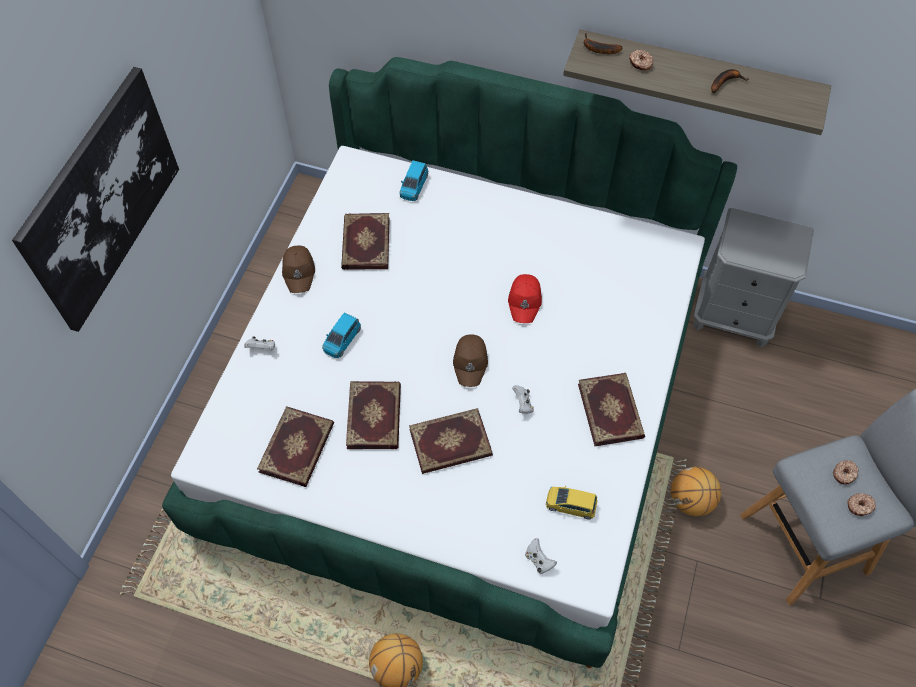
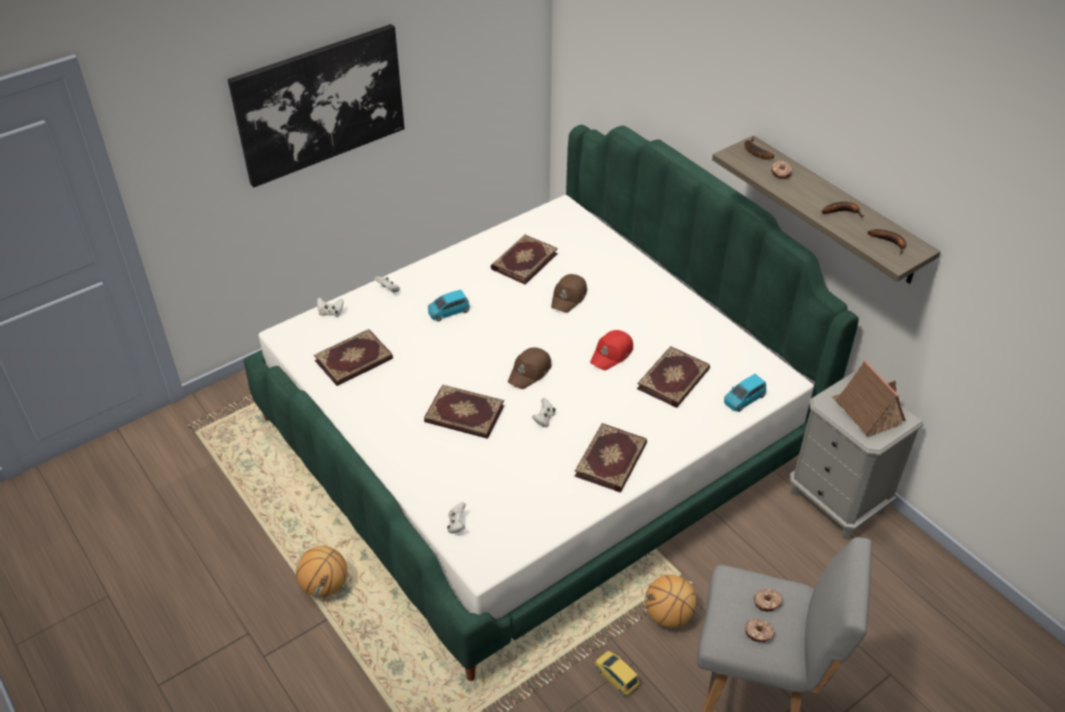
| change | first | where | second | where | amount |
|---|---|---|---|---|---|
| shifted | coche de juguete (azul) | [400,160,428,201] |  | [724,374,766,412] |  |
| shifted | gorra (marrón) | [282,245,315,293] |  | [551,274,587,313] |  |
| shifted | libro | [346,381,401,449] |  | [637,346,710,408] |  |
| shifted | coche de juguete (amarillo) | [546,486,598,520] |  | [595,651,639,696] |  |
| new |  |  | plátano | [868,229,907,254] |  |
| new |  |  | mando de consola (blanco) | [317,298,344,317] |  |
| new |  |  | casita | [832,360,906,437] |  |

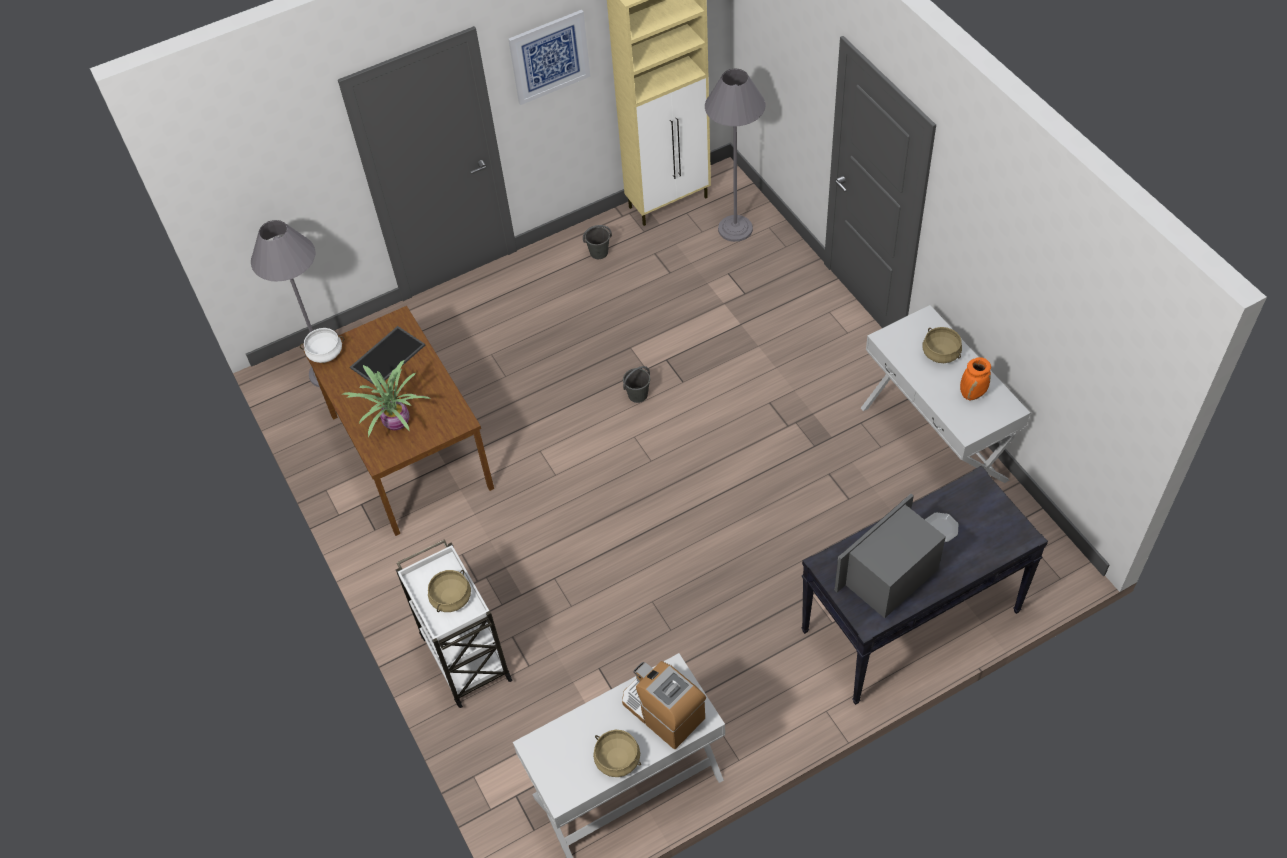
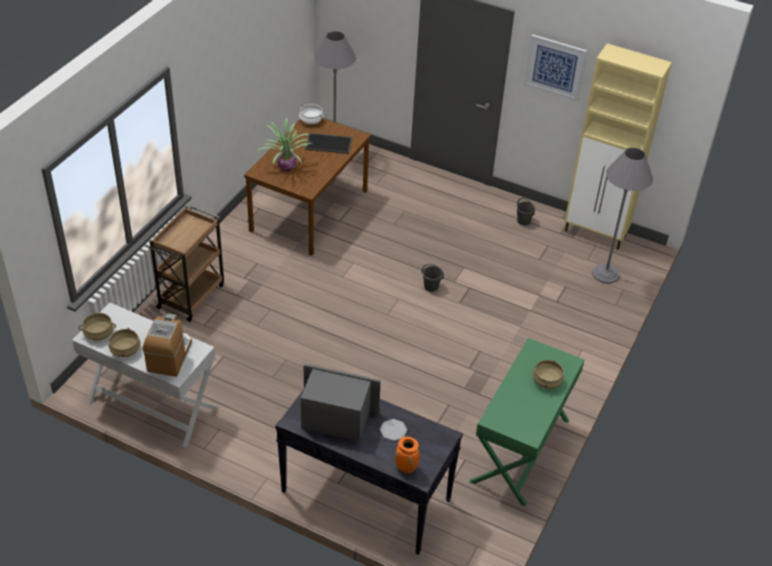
| change | first | where | second | where | amount |
|---|---|---|---|---|---|
| repainted | mesa consola (blanco) | [861,305,1030,483] | mesa consola (verde) | [470,338,584,507] |  |
| shifted | florero (naranja) | [960,357,991,400] |  | [395,436,420,473] |  |
| repainted | carrito (blanco) | [396,539,513,708] | carrito (marrón) | [149,206,224,322] |  |
| shifted | olla (beis) | [428,570,471,612] |  | [79,313,116,341] |  |

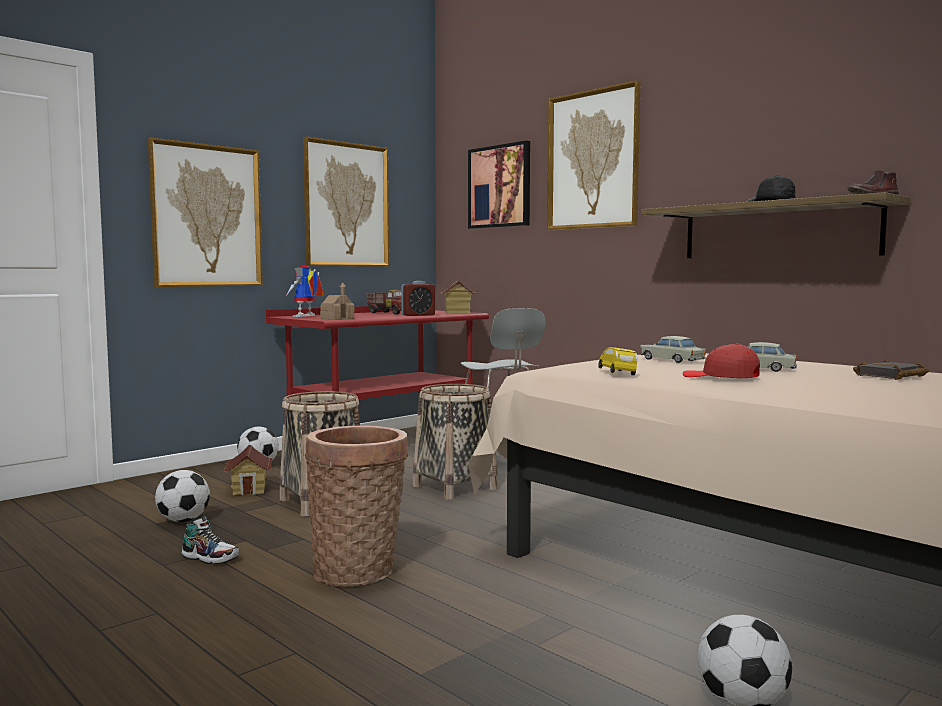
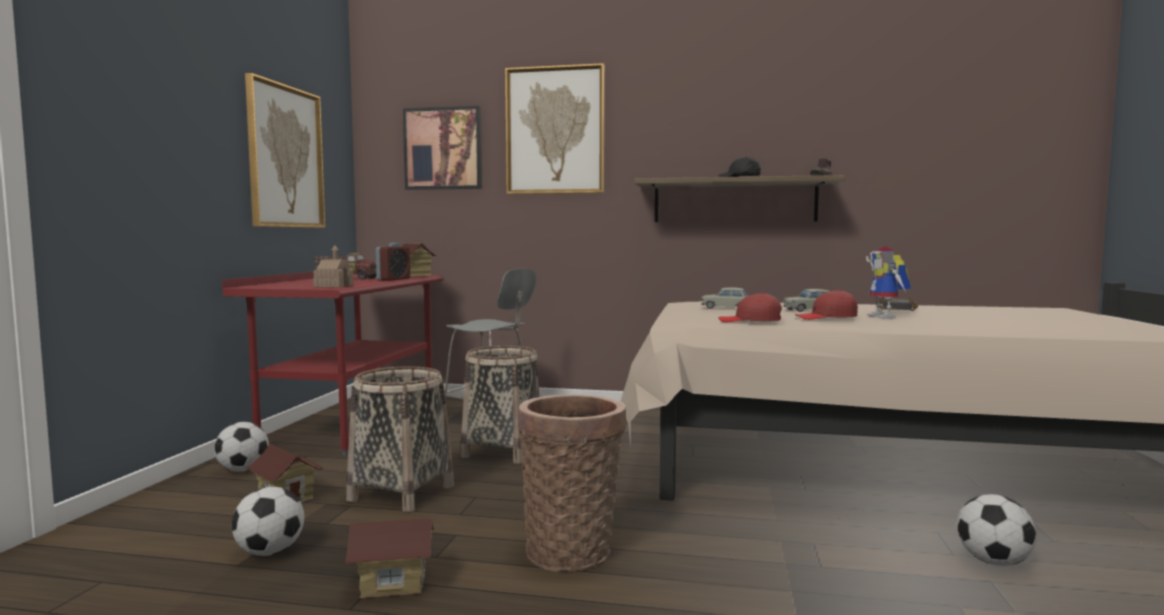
| change | first | where | second | where | amount |
|---|---|---|---|---|---|
| gone | cuadro | [148,138,263,287] |  |  |  |
| shifted | robot de juguete | [285,264,324,317] |  | [866,247,911,319] |  |
| swapped | coche de juguete (amarillo) | [598,347,638,376] | gorra (rojo) | [718,293,782,322] |  |
| swapped | zapato | [182,516,239,564] | casita | [345,518,434,598] |  |

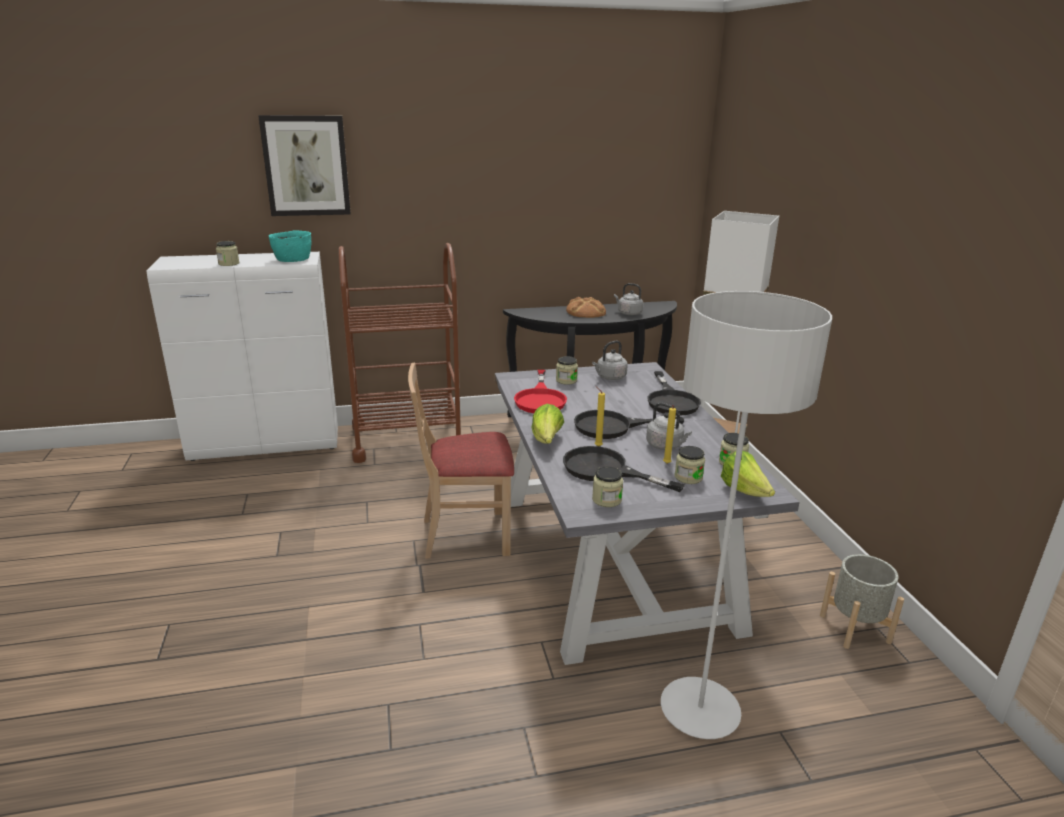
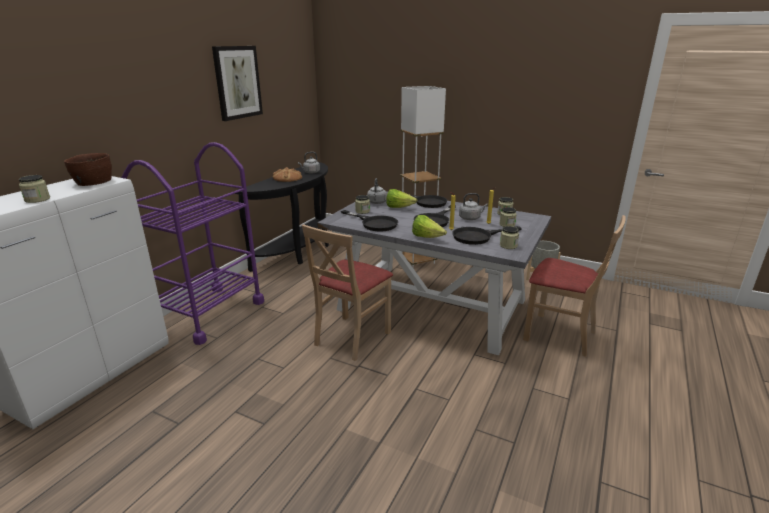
| change | first | where | second | where | amount |
|---|---|---|---|---|---|
| shifted | cuadro | [258,115,351,216] |  | [212,46,263,121] |  |
| repainted | cuenco (turquesa) | [269,231,312,262] | cuenco (marrón) | [64,153,112,186] |  |
| repainted | carrito (marrón) | [338,243,461,463] | carrito (morado) | [121,142,264,345] |  |
| swapped | lámpara de pie (gris) | [661,291,832,739] | silla (beis) | [523,215,626,357] |  |
| repainted | sartén (rojo) | [514,370,567,413] | sartén (negro) | [341,210,398,231] |  |
| shifted | lechuga | [721,451,775,497] |  | [386,189,418,208] |  |

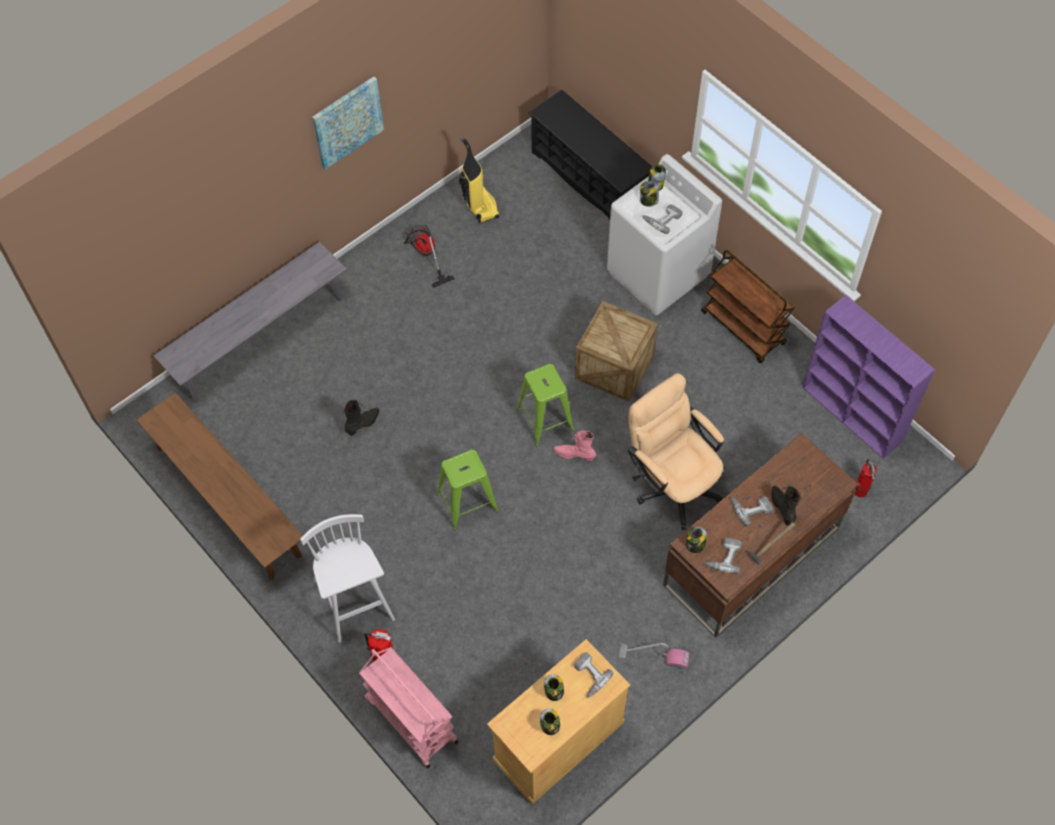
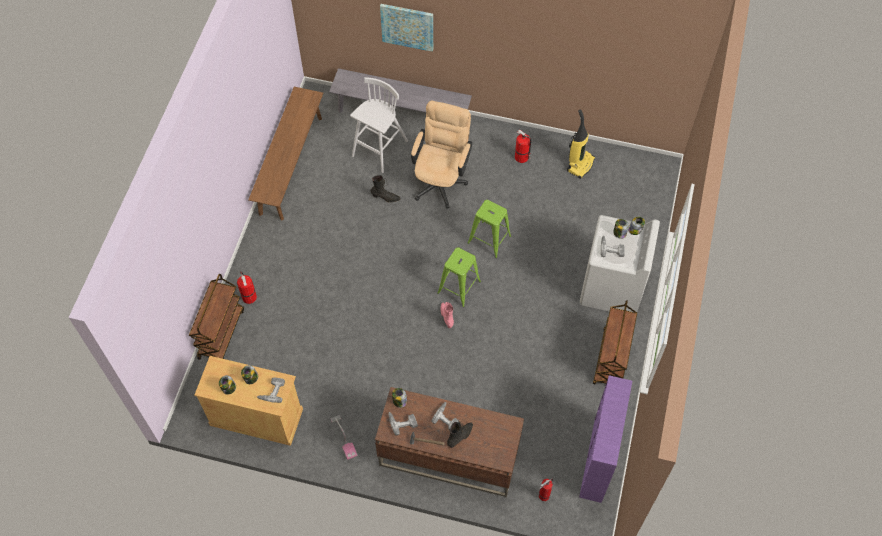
| change | first | where | second | where | amount |
|---|---|---|---|---|---|
| shifted | cuadro | [312,77,384,169] |  | [380,4,433,52] |  |
| gone | zapatero (negro) | [528,89,652,220] |  |  |  |
| swapped | aspiradora | [404,225,455,288] | extintor | [515,129,531,163] |  |
| gone | caja de embalaje | [575,301,658,402] |  |  |  |
| shifted | silla de oficina (beis) | [628,373,724,530] |  | [411,100,473,209] |  |
| shifted | taburete (verde) | [436,449,499,530] |  | [468,200,511,258] |  |
| shifted | taburete (blanco) | [300,514,395,643] |  | [350,77,408,173] |  |
| repainted | carrito (rosa) | [359,647,458,768] | carrito (marrón) | [189,274,244,360] |  |

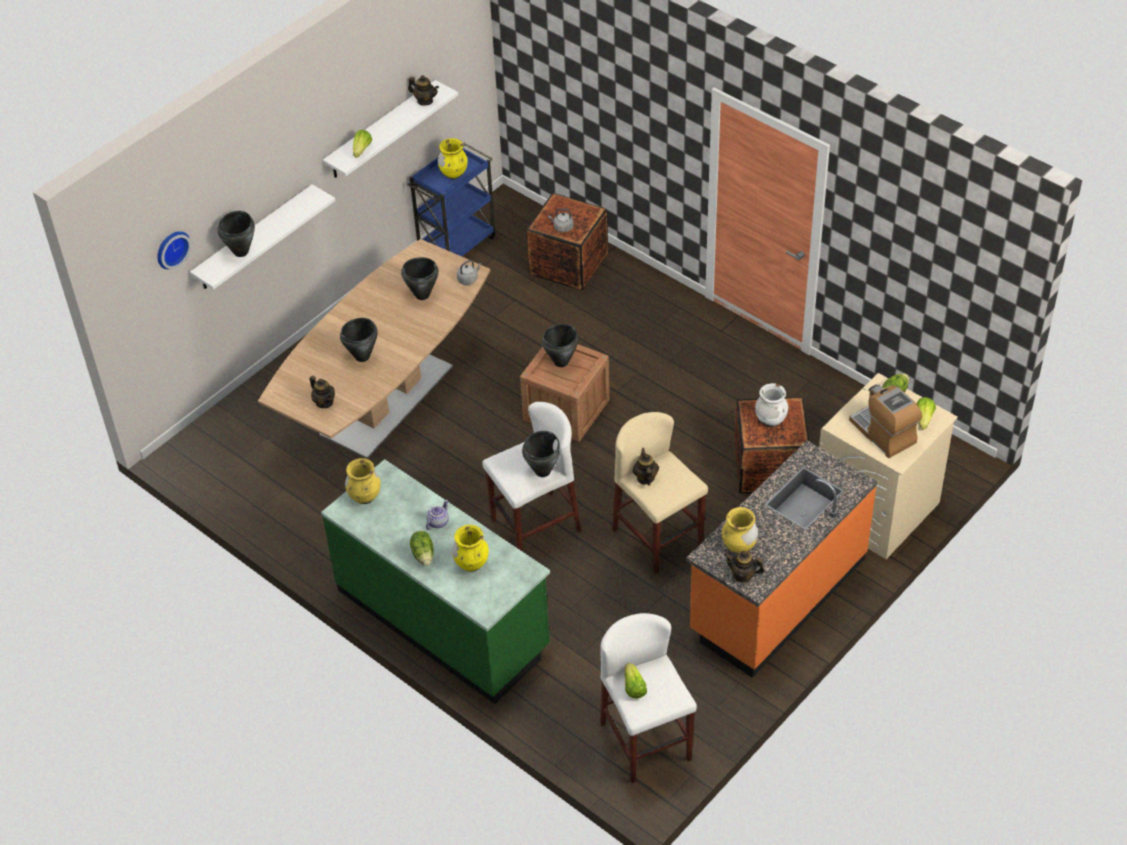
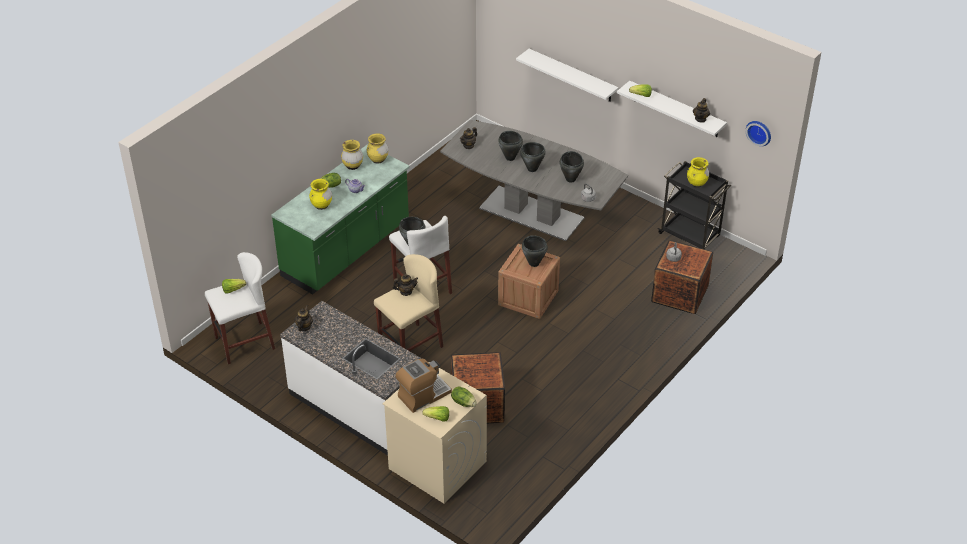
| change | first | where | second | where | amount |
|---|---|---|---|---|---|
| repainted | carrito (azul) | [407,143,495,256] | carrito (negro) | [657,161,731,249] |  |
| shifted | olla (negro) | [218,211,255,257] |  | [520,142,546,172] |  |
| shifted | reloj de pared | [157,231,191,269] |  | [746,121,771,146] |  |
| repainted | mesa de comedor (marrón) | [258,239,490,459] | mesa de comedor (gris) | [440,120,628,241] |  |
| gone | florero (blanco) | [755,383,788,427] |  |  |  |
| repainted | mueble bajo de cocina (naranja) | [686,440,878,678] | mueble bajo de cocina (blanco) | [280,301,422,455] |  |
| shifted | florero (amarillo) | [722,507,758,554] |  | [341,140,363,170] |  |

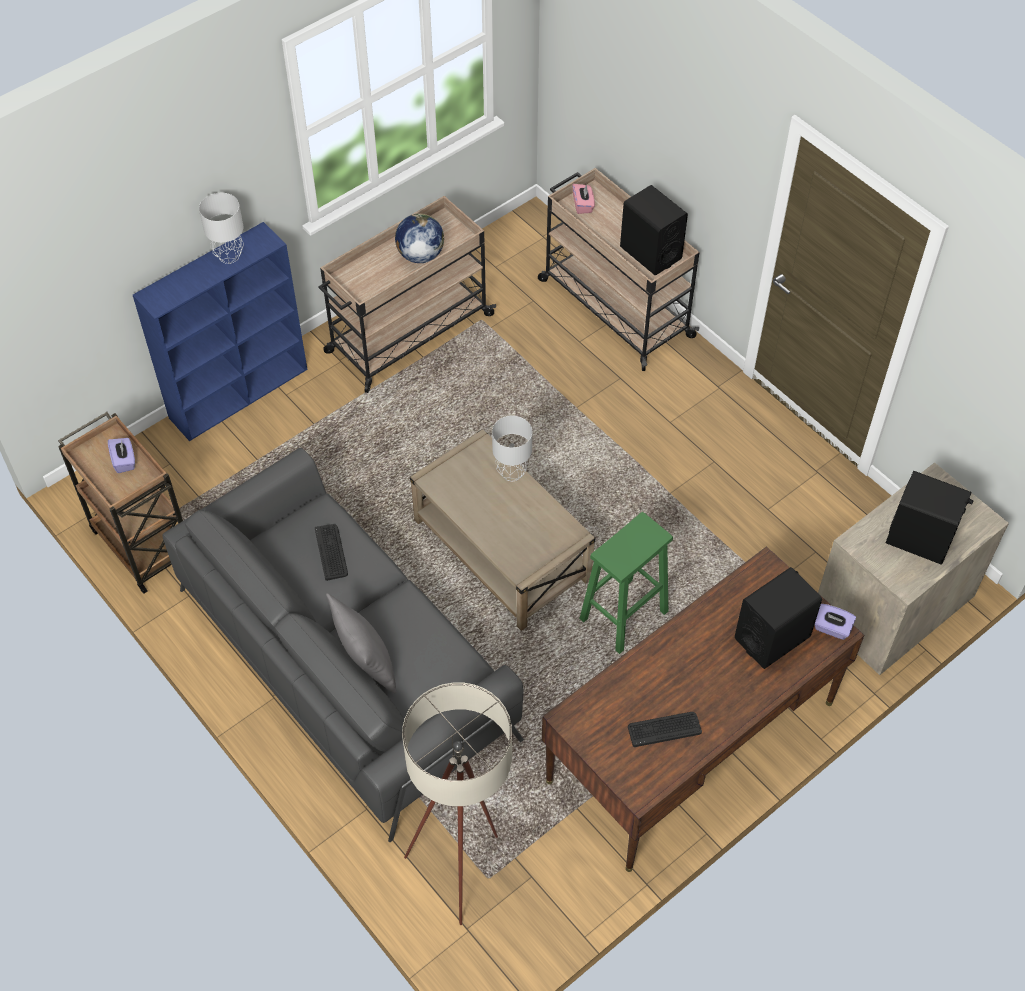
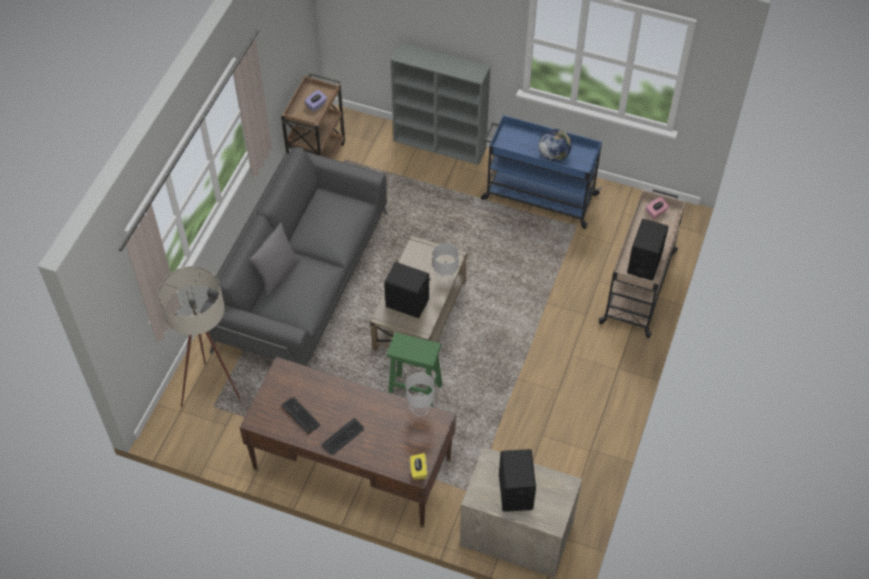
| change | first | where | second | where | amount |
|---|---|---|---|---|---|
| shifted | lámpara de mesa (gris) | [199,193,244,264] |  | [406,373,434,416] |  |
| repainted | carrito (beis) | [318,196,496,393] | carrito (azul) | [481,115,602,229] |  |
| repainted | estantería (azul) | [133,222,307,441] | estantería (gris) | [391,43,490,165] |  |
| shifted | teclado | [315,524,348,581] |  | [322,418,364,455] |  |
| shifted | altavoz (negro) | [735,567,822,669] |  | [384,262,431,318] |  |
| repainted | caja de pañuelos (morado) | [814,604,856,640] | caja de pañuelos (amarillo) | [410,453,428,479] |  |

